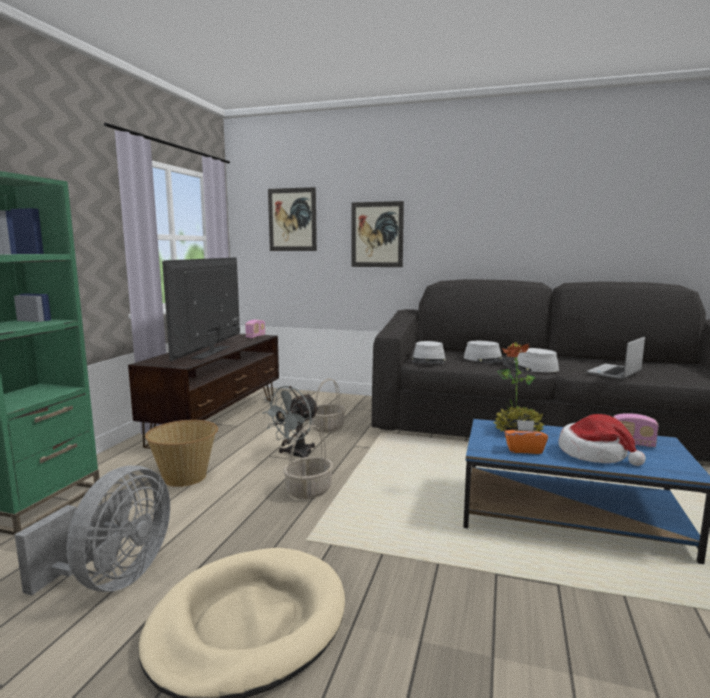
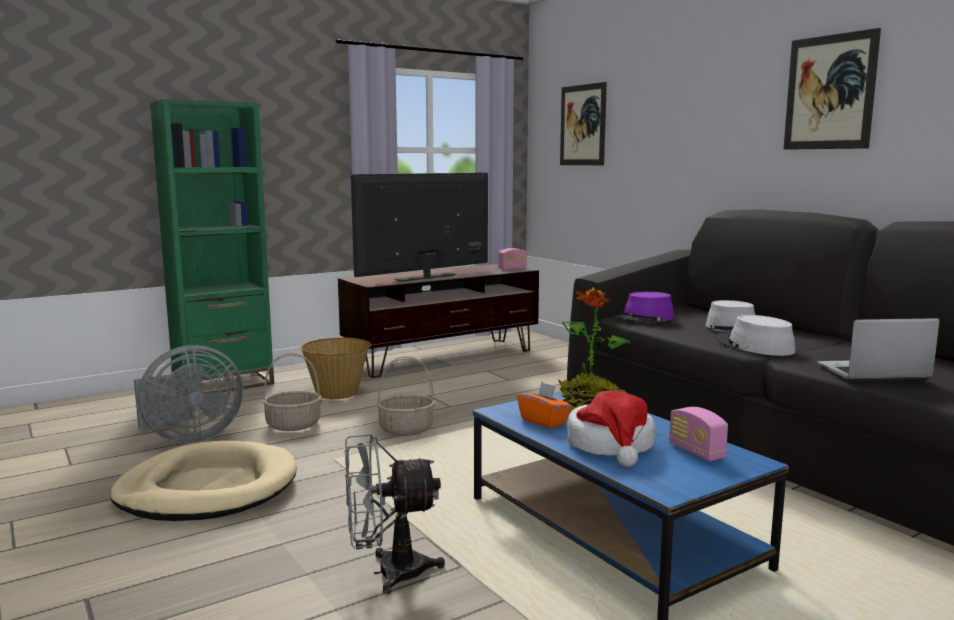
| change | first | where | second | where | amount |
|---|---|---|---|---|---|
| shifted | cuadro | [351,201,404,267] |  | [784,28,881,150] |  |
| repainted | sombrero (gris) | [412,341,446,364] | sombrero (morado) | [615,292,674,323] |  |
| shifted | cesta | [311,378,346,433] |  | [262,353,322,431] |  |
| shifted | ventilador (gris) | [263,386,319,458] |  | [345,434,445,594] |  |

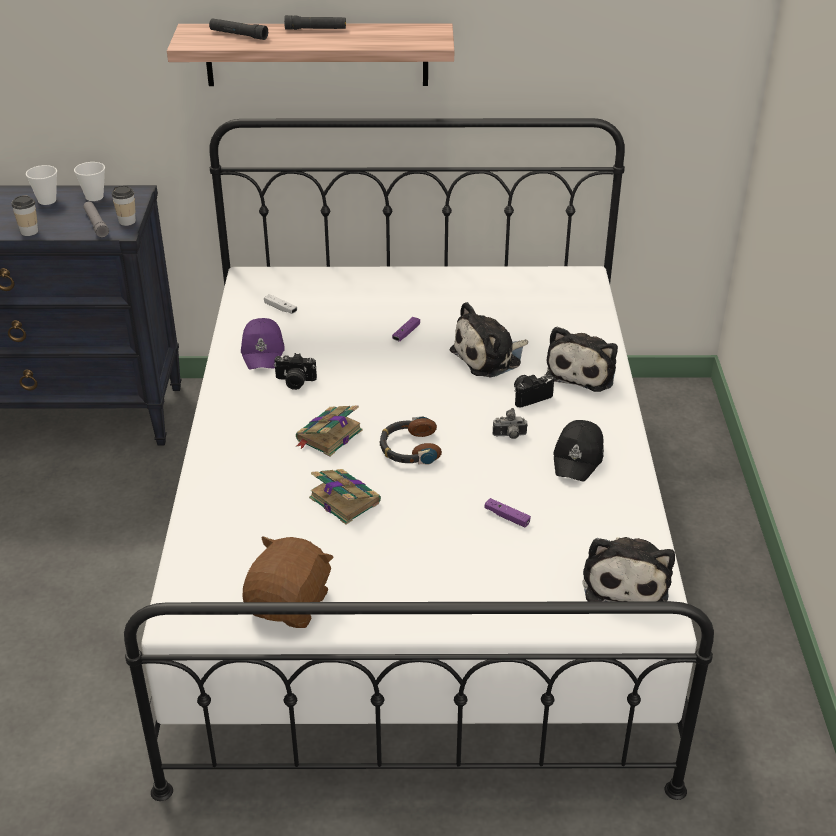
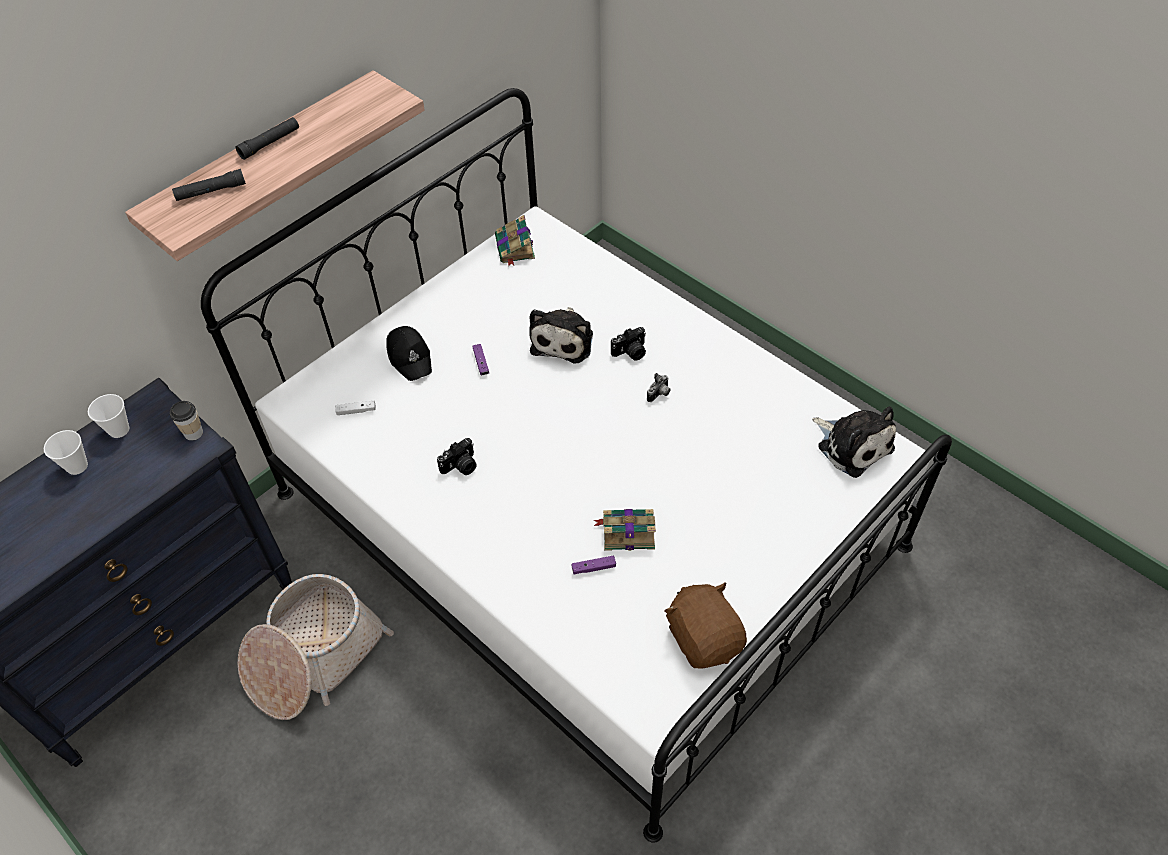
| change | first | where | second | where | amount |
|---|---|---|---|---|---|
| gone | taza | [12,195,38,236] |  |  |  |
| gone | linterna (gris) | [83,201,109,237] |  |  |  |
| gone | gorra (morado) | [241,318,285,370] |  |  |  |
| gone | peluche | [546,326,618,392] |  |  |  |
| rotated | cámara | [514,374,554,407] |  | [611,327,646,361] | 135 degrees counterclockwise |
| shifted | libro | [296,406,363,456] |  | [495,215,535,266] |  |
| gone | auriculares | [380,416,442,465] |  |  |  |
| shifted | gorra (negro) | [553,420,604,481] |  | [386,326,432,381] |  |
| shifted | mando de consola (morado) | [484,498,531,527] |  | [572,555,616,575] |  |
| new |  |  | cesta | [238,574,394,720] |  |

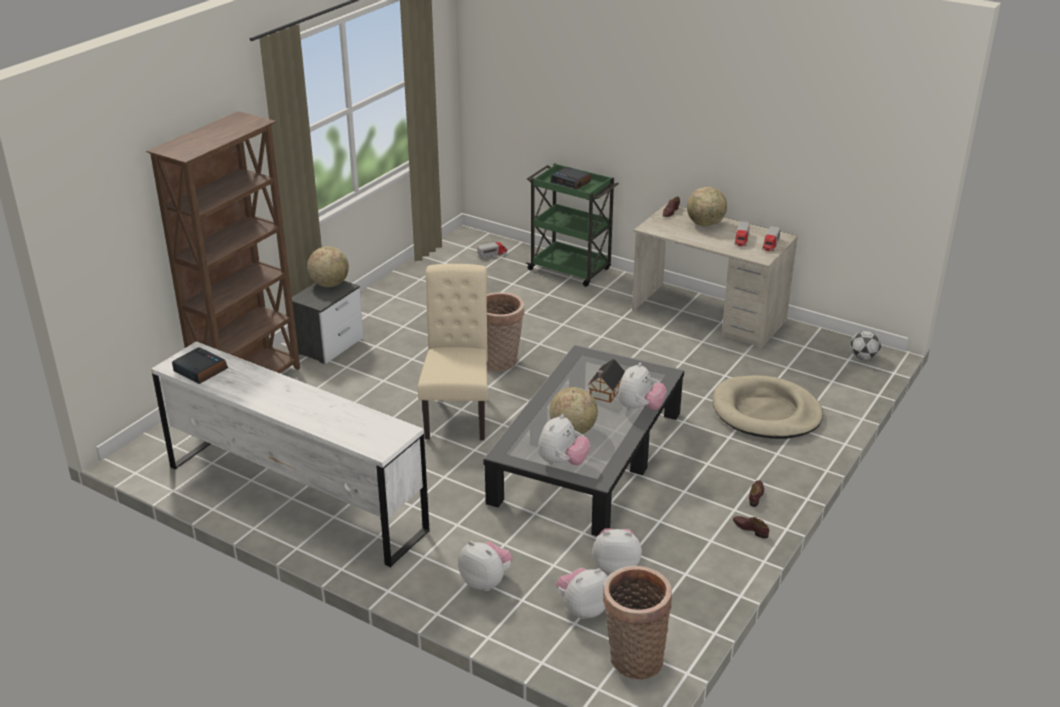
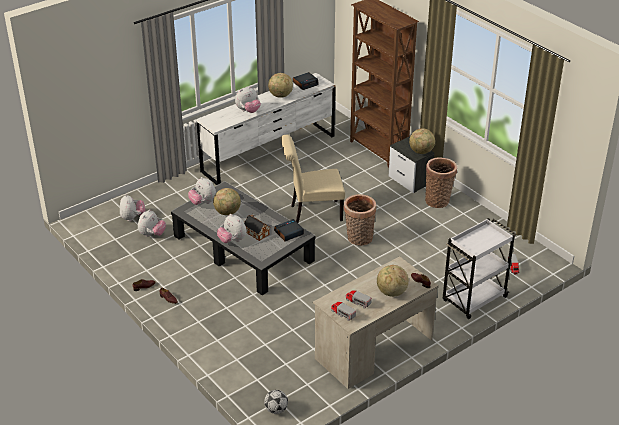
| change | first | where | second | where | amount |
|---|---|---|---|---|---|
| repainted | carrito (verde) | [526,163,619,287] | carrito (blanco) | [443,218,517,319] |  |
| shifted | despertador | [550,167,591,189] |  | [274,219,304,241] |  |
| rotated | silla (beis) | [418,264,488,440] |  | [281,135,345,223] | 150 degrees clockwise |
| gone | cama para perro (beis) | [713,375,823,439] |  |  |  |
| shifted | peluche | [458,541,512,591] |  | [235,86,261,113] |  |
| shifted | cesta | [603,565,672,679] |  | [425,157,457,208] |  |
| new |  |  | globo terráqueo | [268,73,293,98] |  |

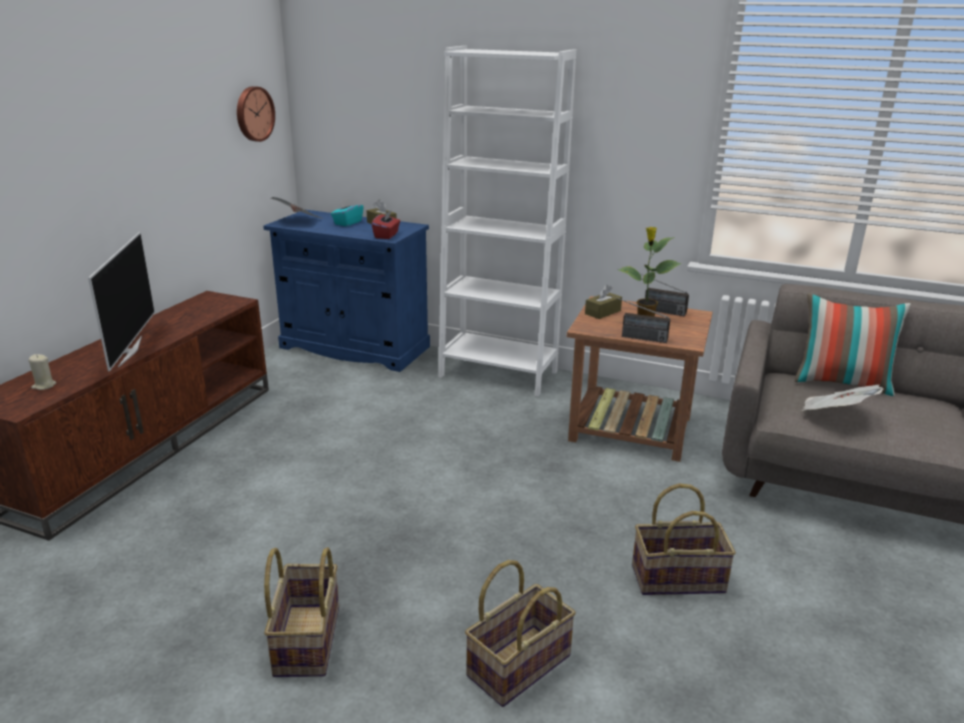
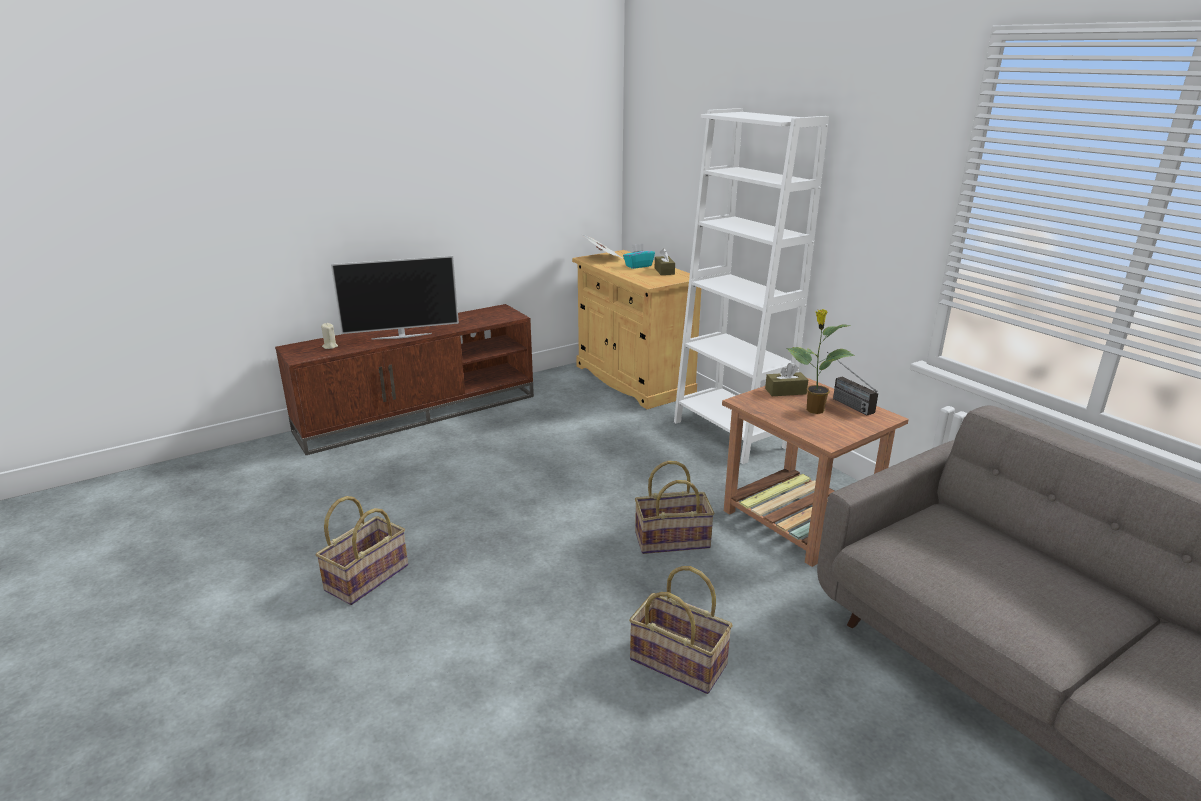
| change | first | where | second | where | amount |
|---|---|---|---|---|---|
| gone | reloj de pared | [237,86,275,142] |  |  |  |
| repainted | armario (azul) | [263,210,430,372] | armario (beis) | [572,250,701,409] |  |
| gone | caja de pañuelos (rojo) | [372,210,400,239] |  |  |  |
| rotated | televisor | [88,232,155,371] |  | [331,256,459,339] | 45 degrees clockwise |
| gone | radio | [604,293,670,343] |  |  |  |
| gone | cojín | [795,293,911,396] |  |  |  |
| gone | periódico | [802,385,883,411] |  |  |  |
| shifted | cesta | [465,560,576,707] |  | [635,461,715,554] |  |

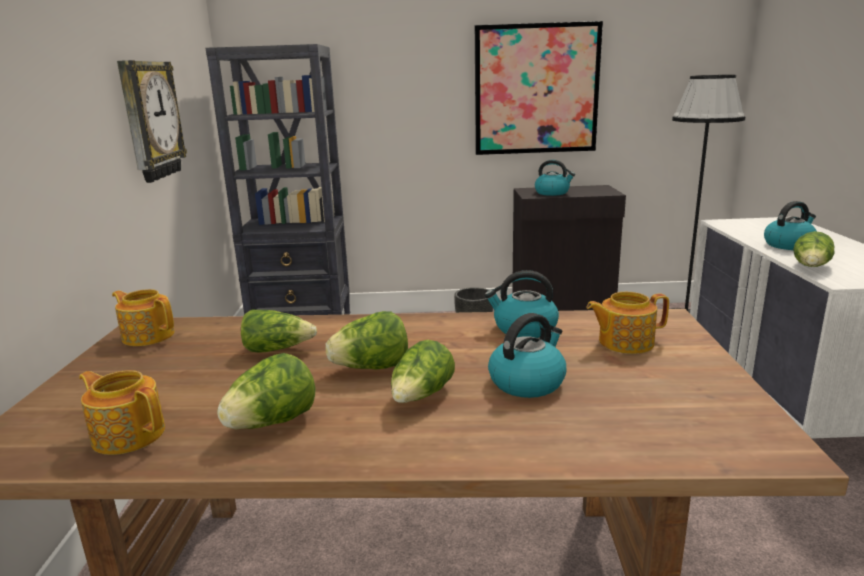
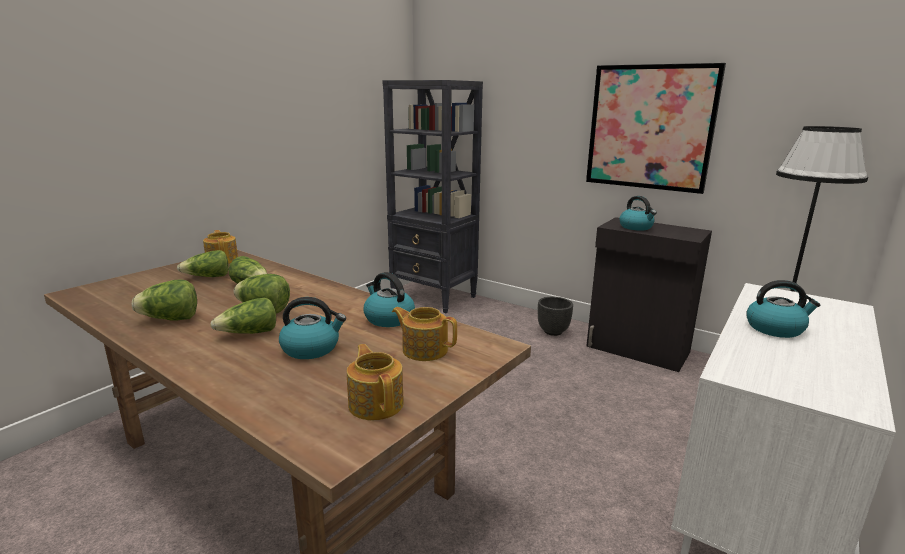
| change | first | where | second | where | amount |
|---|---|---|---|---|---|
| gone | reloj de pared | [117,60,187,183] |  |  |  |
| shifted | lechuga | [793,231,835,267] |  | [177,250,228,277] |  |
| shifted | tetera | [79,370,165,455] |  | [347,344,404,420] |  |

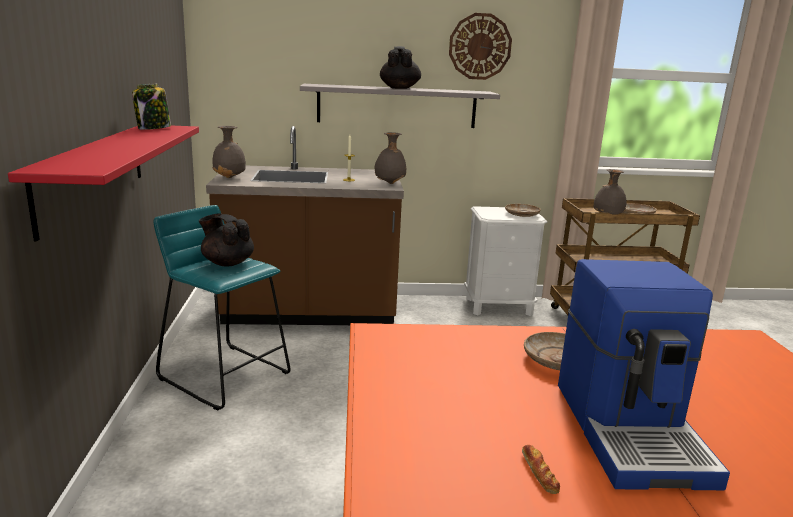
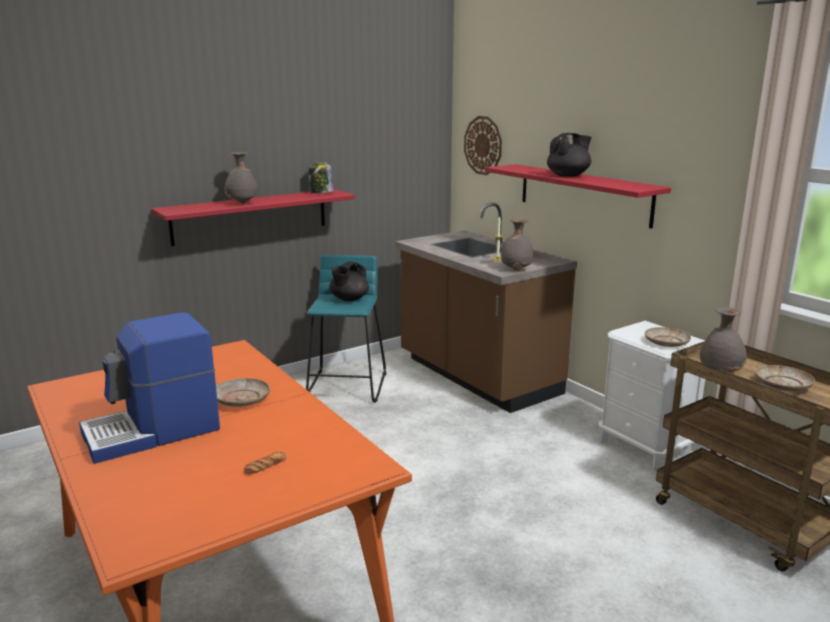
| change | first | where | second | where | amount |
|---|---|---|---|---|---|
| shifted | reloj de pared | [449,13,512,80] |  | [464,116,502,175] |  |
| repainted | estante (gris) | [300,84,500,128] | estante (rojo) | [485,164,671,229] |  |
| shifted | florero (gris) | [212,126,246,178] |  | [224,152,258,204] |  |
| rotated | tetera (negro) | [199,213,254,266] |  | [329,261,369,301] | 150 degrees counterclockwise |
| shifted | pan | [522,445,560,494] |  | [244,452,287,474] |  |

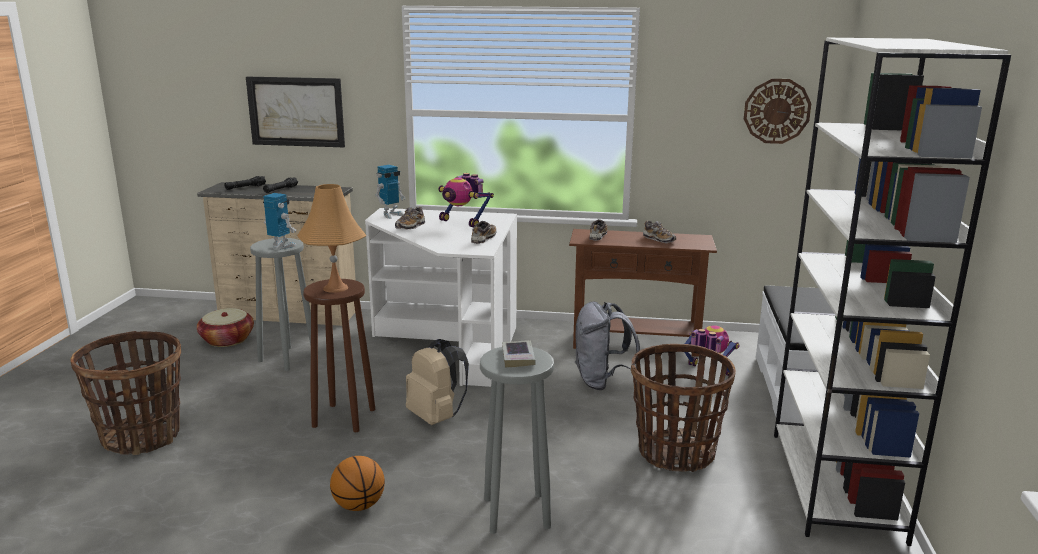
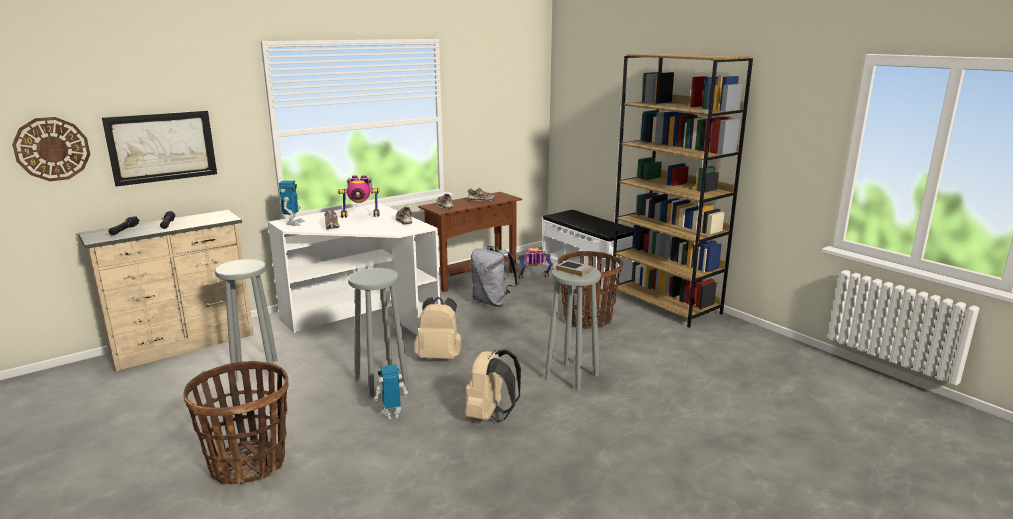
| change | first | where | second | where | amount |
|---|---|---|---|---|---|
| repainted | estantería (blanco) | [774,38,1011,546] | estantería (marrón) | [613,53,753,328] |  |
| shifted | reloj de pared | [744,79,811,144] |  | [12,117,90,181] |  |
| gone | lámpara de mesa (naranja) | [297,184,367,293] |  |  |  |
| shifted | robot de juguete | [263,193,297,250] |  | [374,364,408,420] |  |
| repainted | taburete (marrón) | [303,279,375,432] | taburete (gris) | [348,268,409,397] |  |
| gone | cesta | [197,308,254,347] |  |  |  |
| swapped | balón de baloncesto | [330,456,385,511] | mochila (beis) | [465,349,521,422] |  |

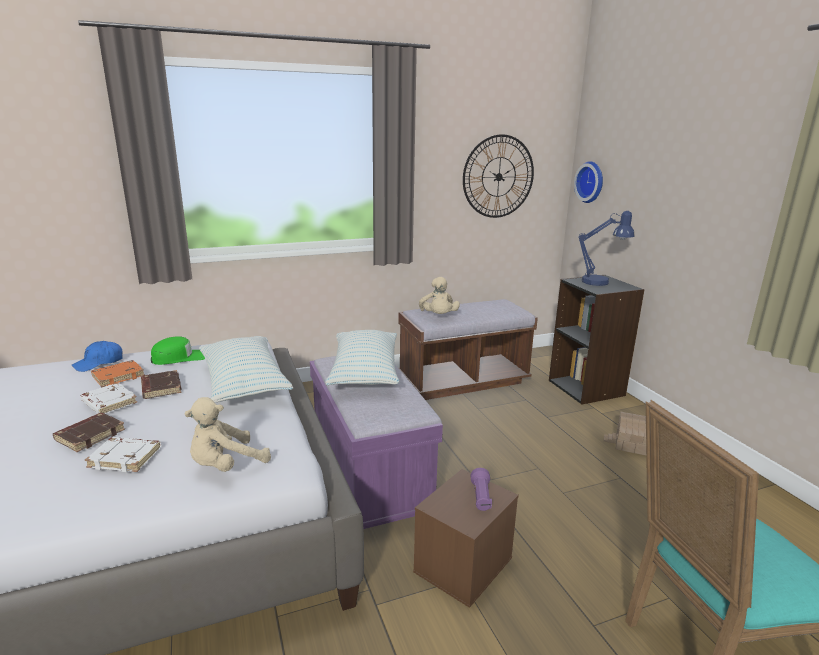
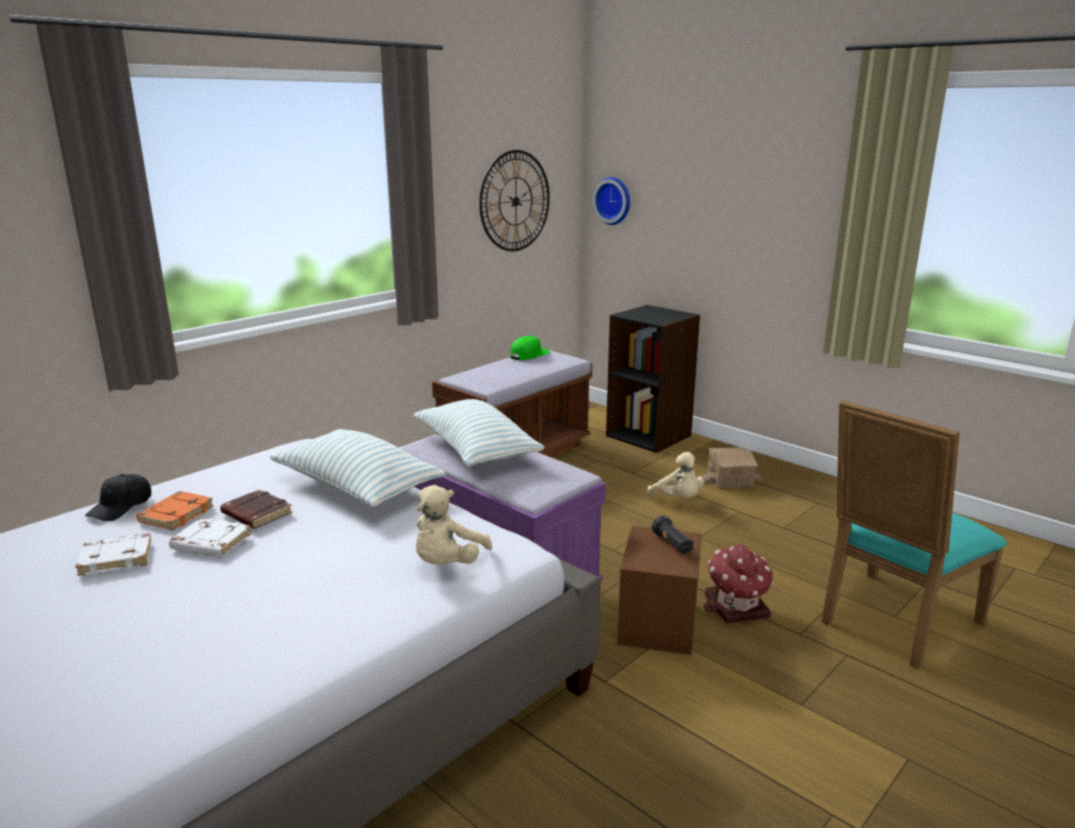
| change | first | where | second | where | amount |
|---|---|---|---|---|---|
| gone | lámpara de mesa (azul) | [578,211,635,286] |  |  |  |
| shifted | peluche (beis) | [419,277,460,314] |  | [647,452,704,498] |  |
| shifted | gorra (verde) | [151,336,205,365] |  | [510,336,551,360] |  |
| repainted | gorra (azul) | [72,341,123,372] | gorra (negro) | [85,474,151,521] |  |
| gone | libro (marrón) | [53,413,125,452] |  |  |  |
| shifted | libro (blanco) | [85,437,161,472] |  | [75,533,151,576] |  |
| repainted | linterna (morado) | [470,468,492,511] | linterna (negro) | [652,515,693,554] |  |
| new |  |  | casita | [703,544,774,624] |  |

